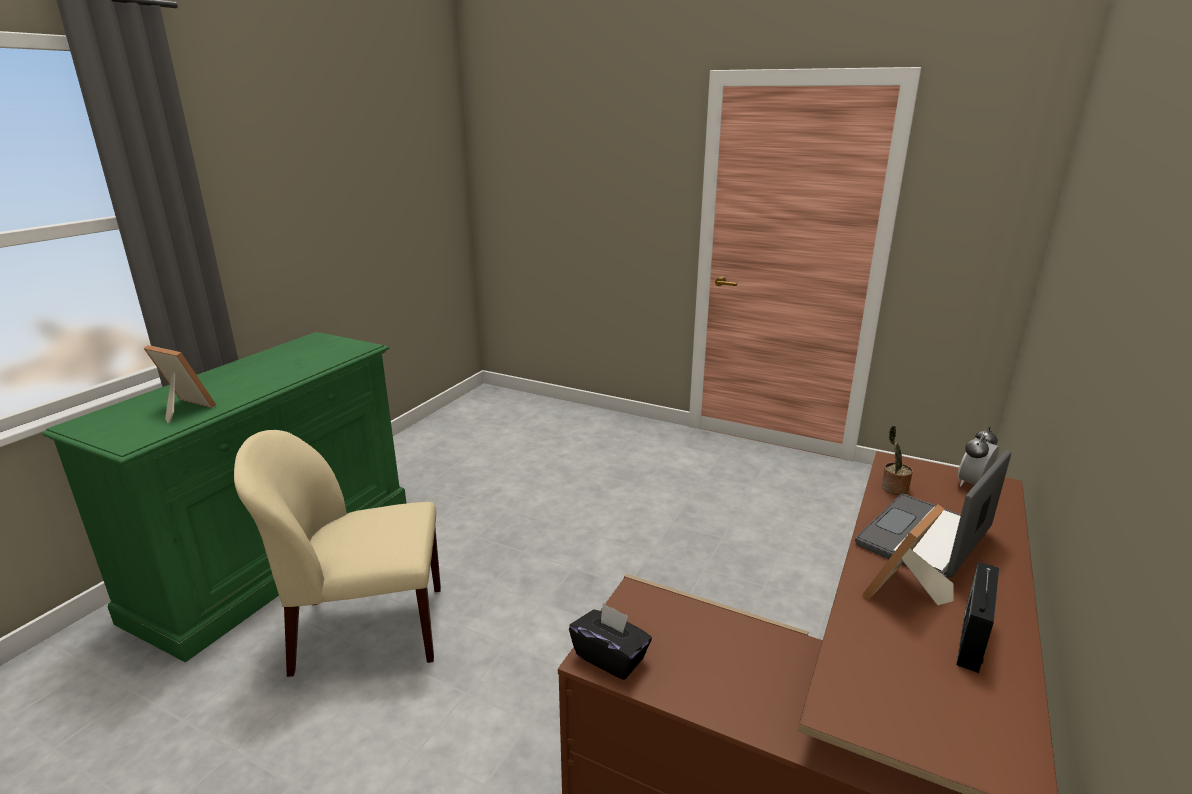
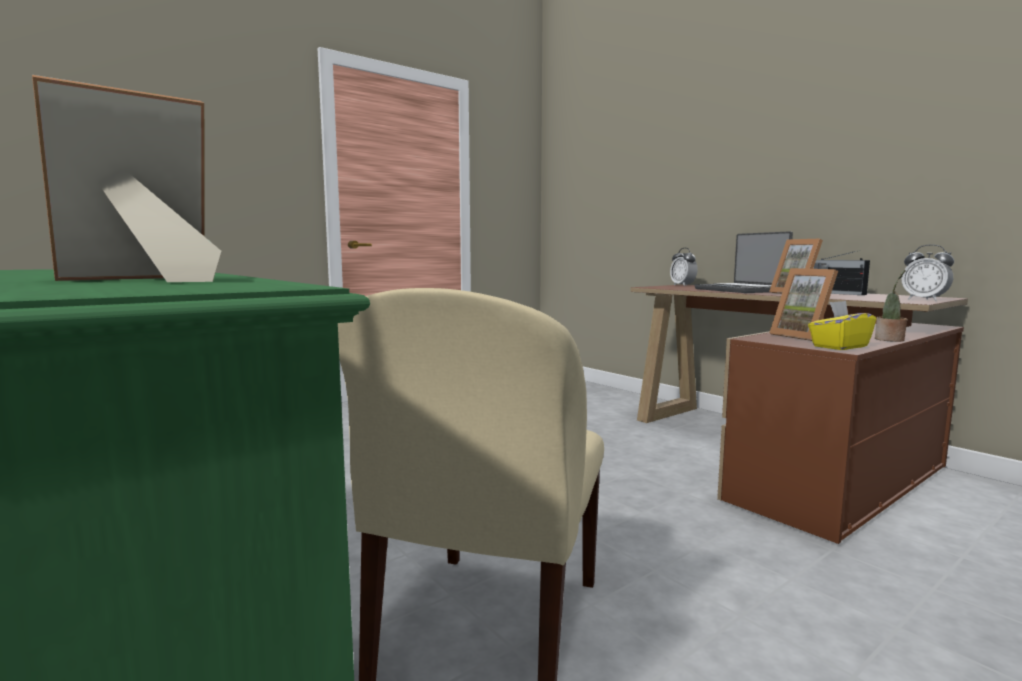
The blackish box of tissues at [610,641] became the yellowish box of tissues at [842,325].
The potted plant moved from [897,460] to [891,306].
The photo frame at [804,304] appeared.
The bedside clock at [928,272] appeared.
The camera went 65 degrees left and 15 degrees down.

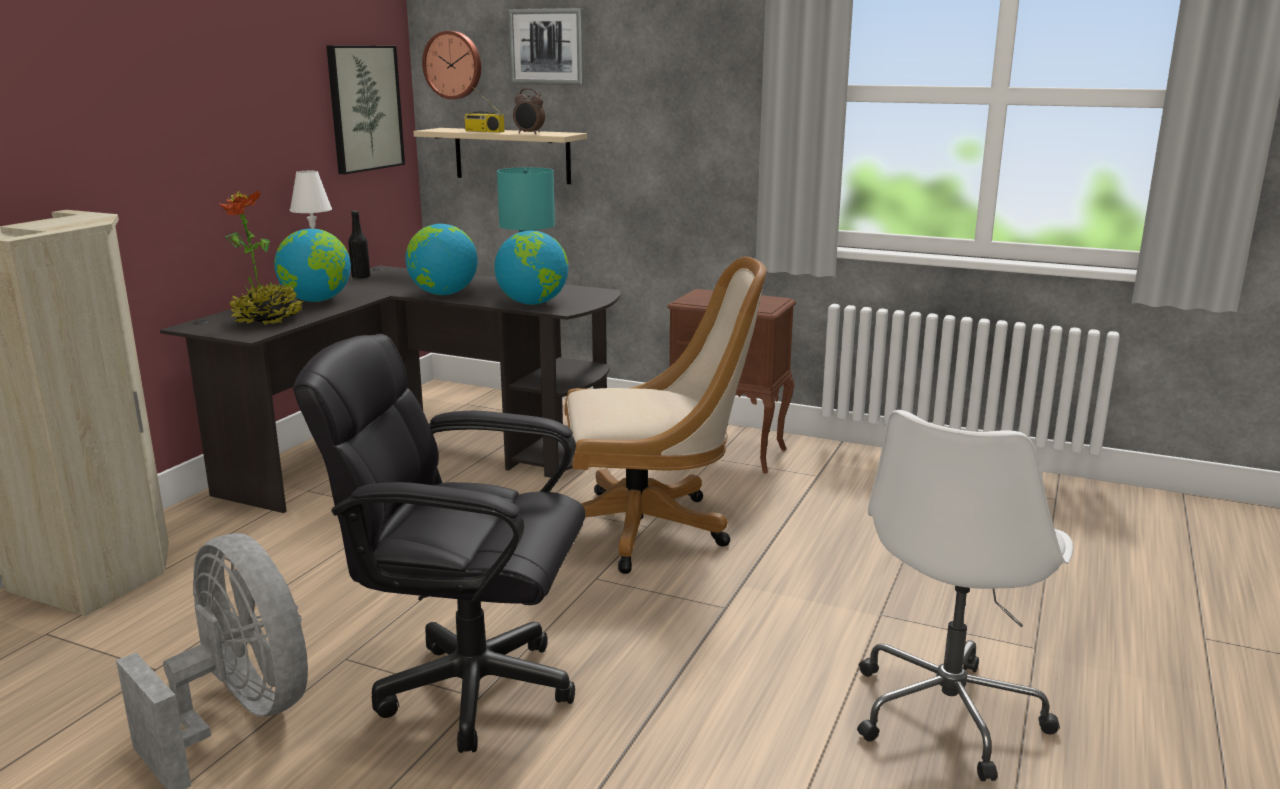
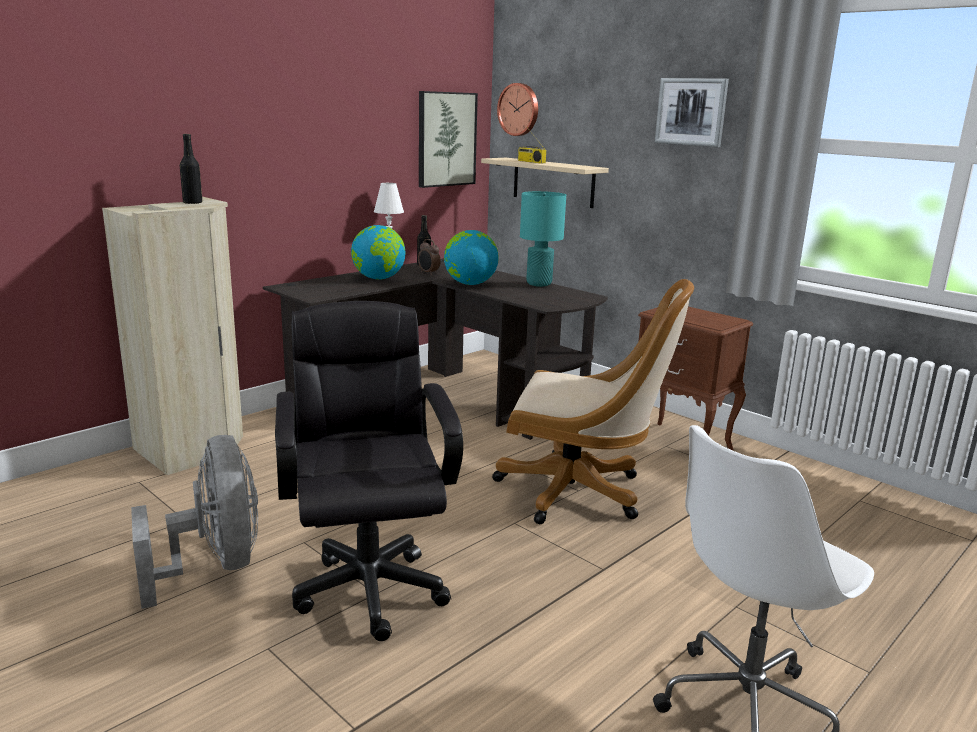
The potted plant at [261,257] disappeared.
The blackish desk chair at [439,543] turned 45 degrees clockwise.
The globe at [531,268] disappeared.
The wall art moved from [546,46] to [692,112].
The bedside clock moved from [529,111] to [429,257].
The blackish drink bottle at [191,169] appeared.
The camera went 20 degrees right and 0 degrees up.

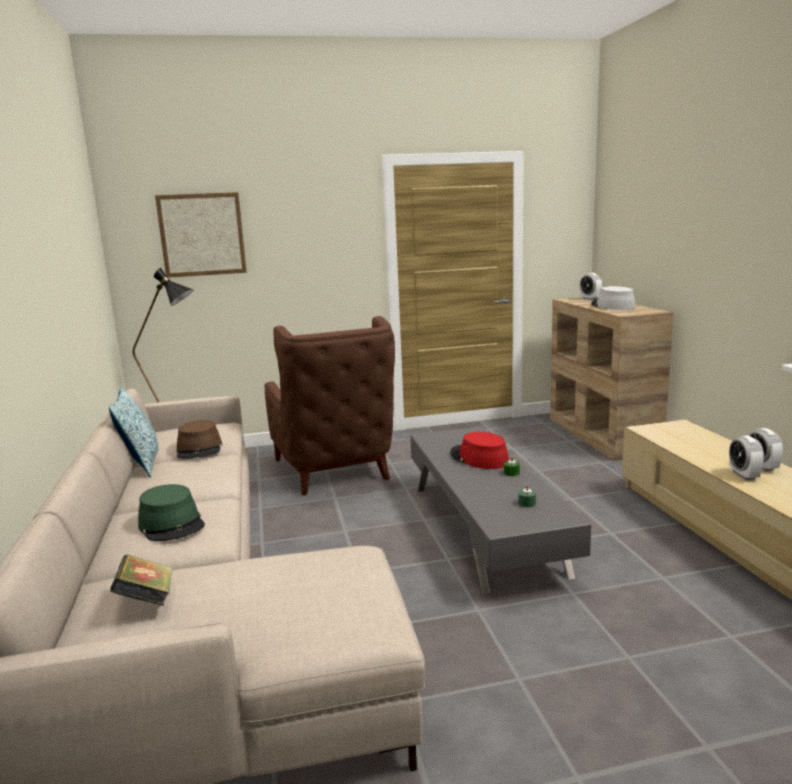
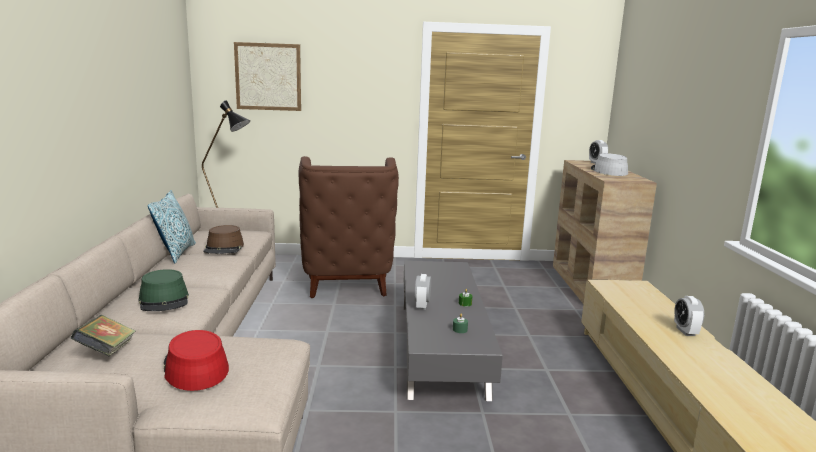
The red hat moved from [479,450] to [196,360].
The bedside clock moved from [746,457] to [423,292].
The camera went 10 degrees right and 0 degrees up.

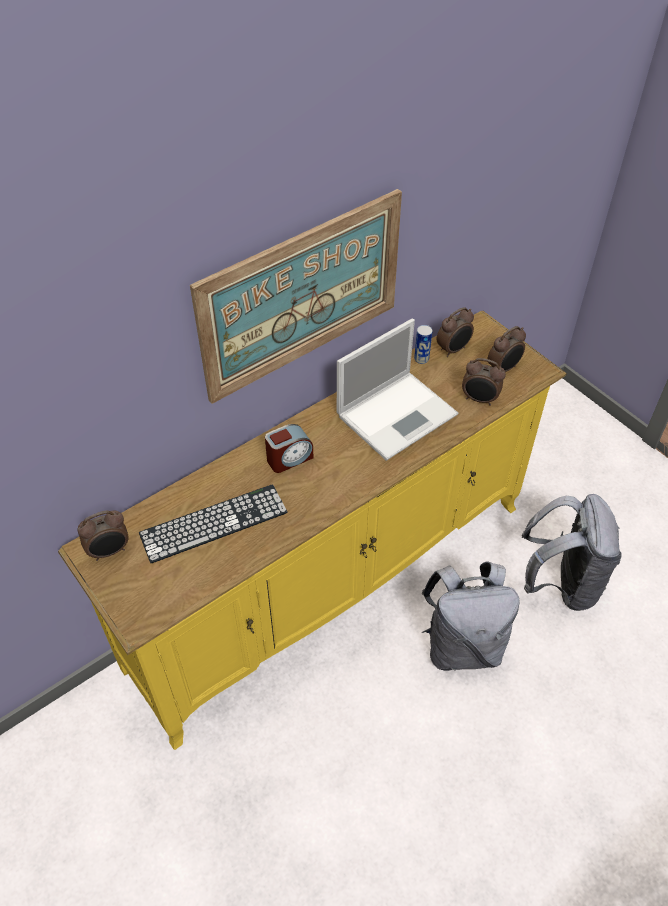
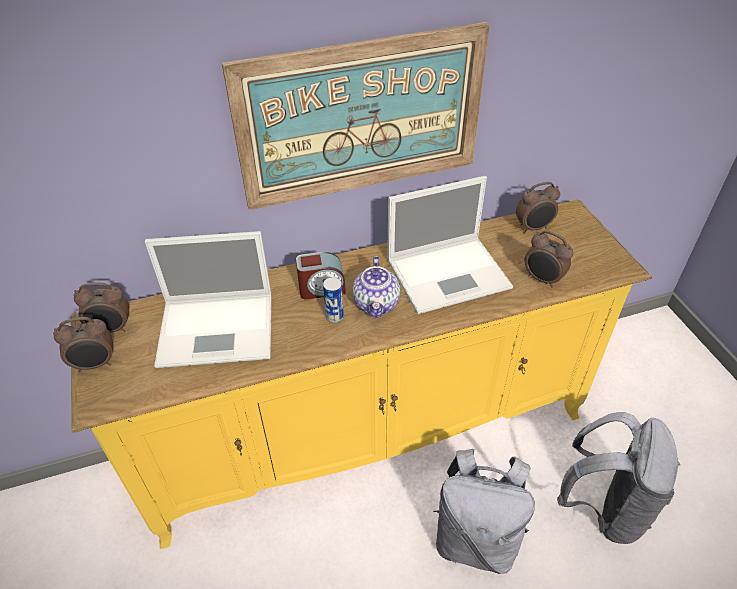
The computer keyboard at [213,523] was replaced by the notebook computer at [208,299].
The metal can moved from [423,344] to [333,300].
The bedside clock moved from [507,349] to [83,345].
The pot for tea at [376,287] appeared.
The camera went 20 degrees right and 5 degrees down.

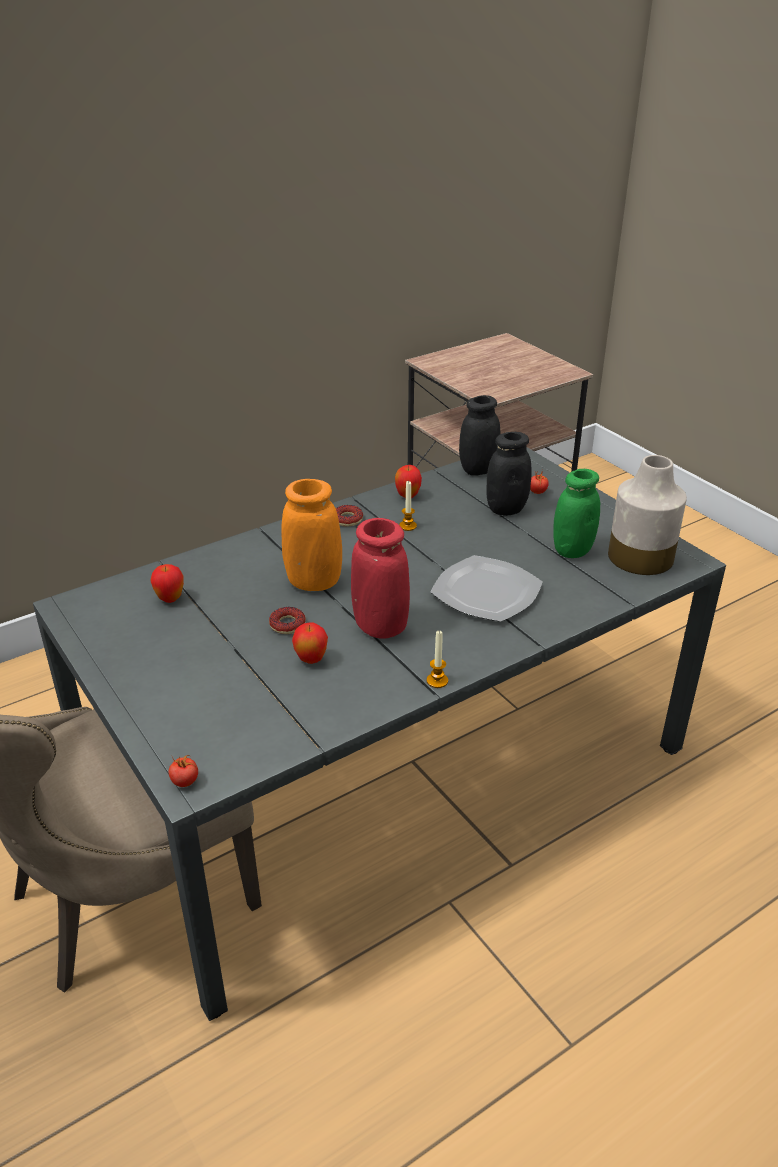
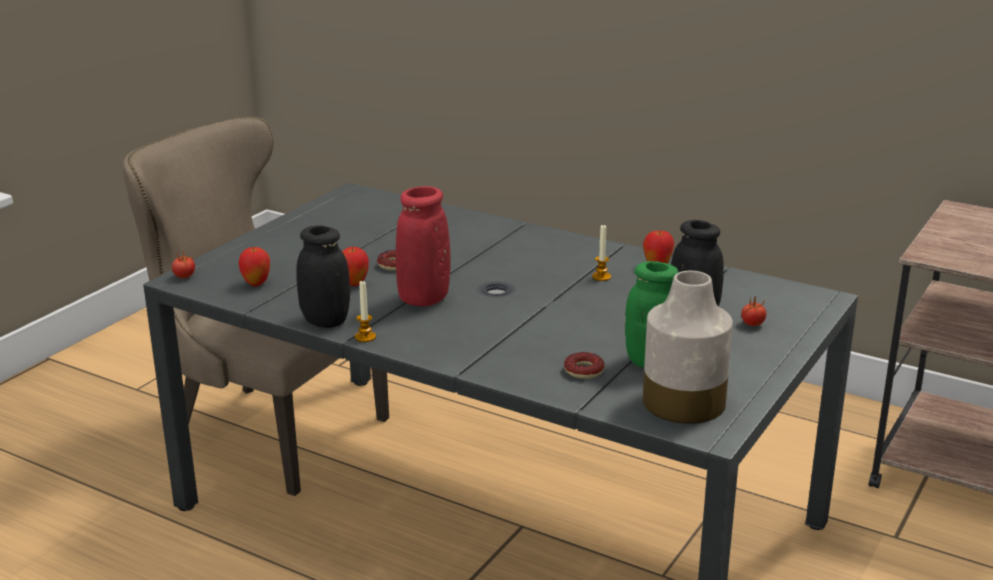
The apple fruit moved from [167,583] to [254,266].
The orangey decorative vase at [312,535] disappeared.
The doughnut moved from [349,515] to [584,365].
The flat dish at [486,588] disappeared.
The blackish jar moved from [479,435] to [323,277].
The camera went 65 degrees right and 10 degrees down.

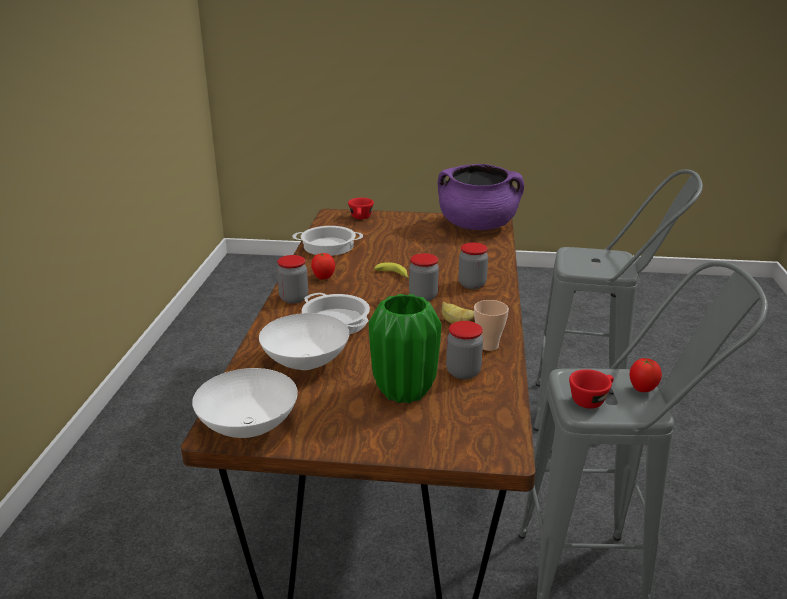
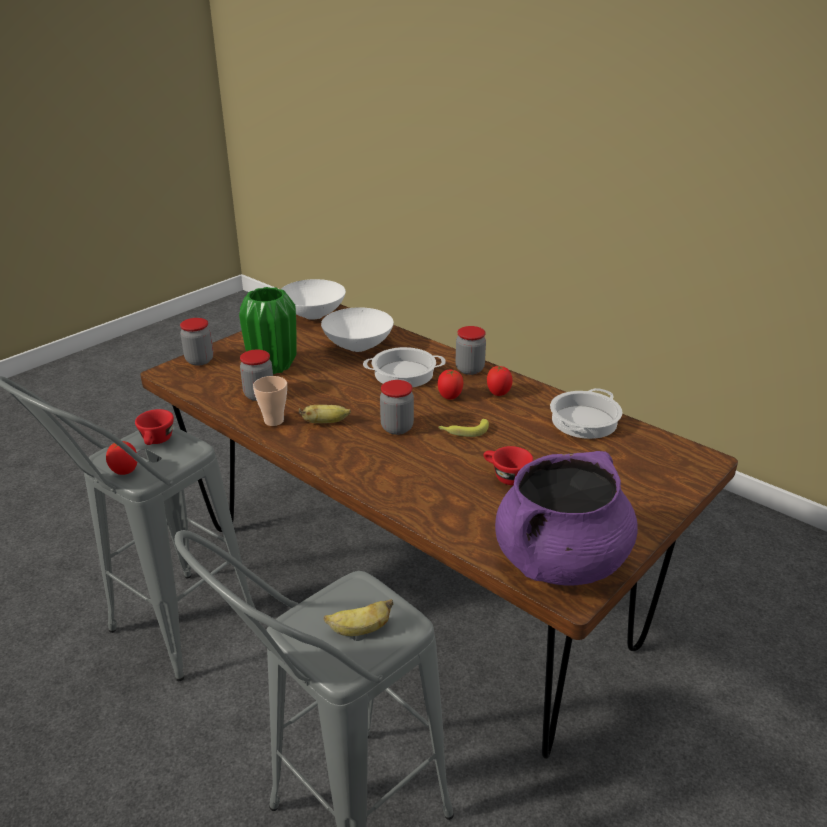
The red small cup moved from [361,208] to [508,465].
The jar moved from [473,265] to [197,342].
The banana at [358,617] appeared.
The fresh tomato at [450,385] appeared.
The camera went 125 degrees right and 5 degrees up.

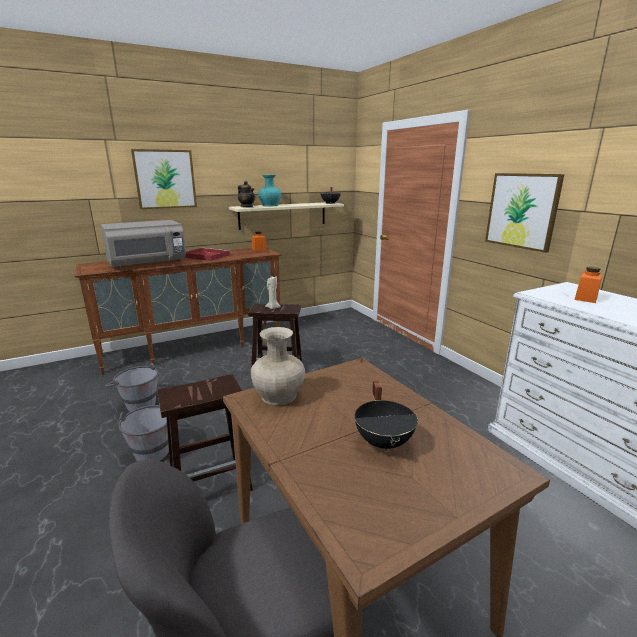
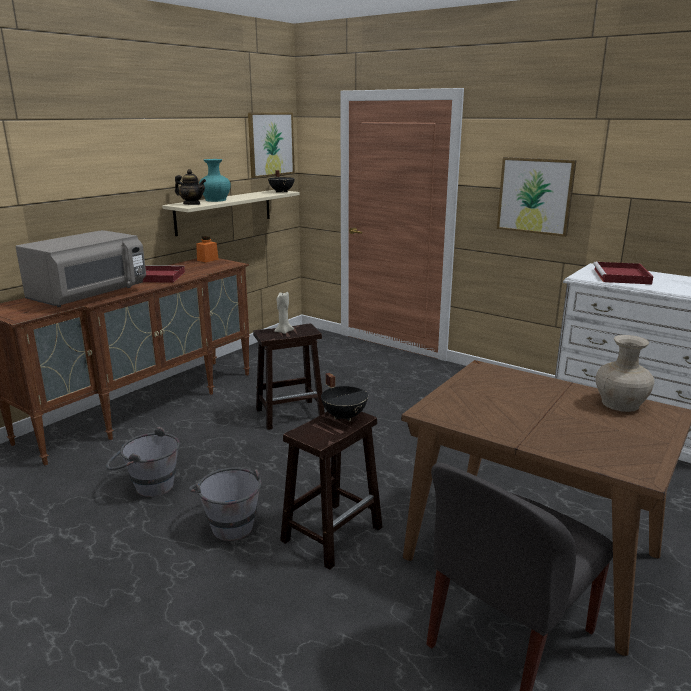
The wall art moved from [164,179] to [271,145].
The beige-coloured decorative vase moved from [278,366] to [625,373].
The blackish stockpot moved from [386,416] to [344,397].
The orangey jar at [588,284] was replaced by the red tray at [623,273].
The camera went 25 degrees left and 0 degrees up.

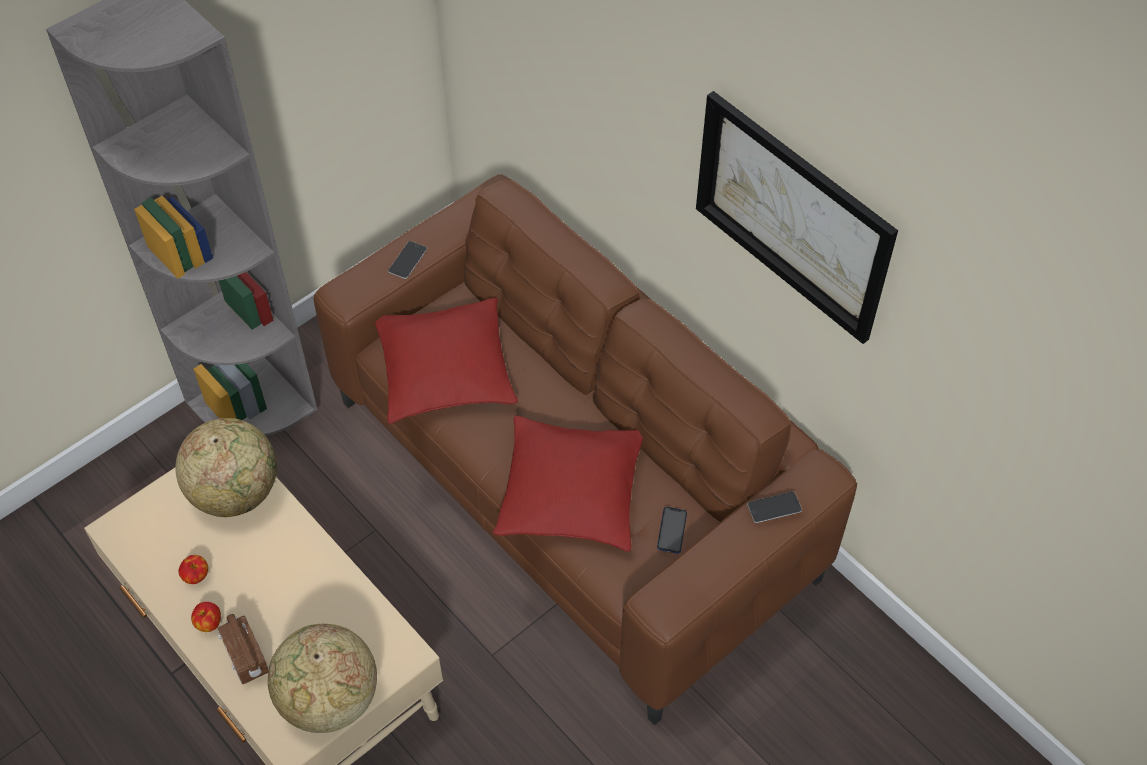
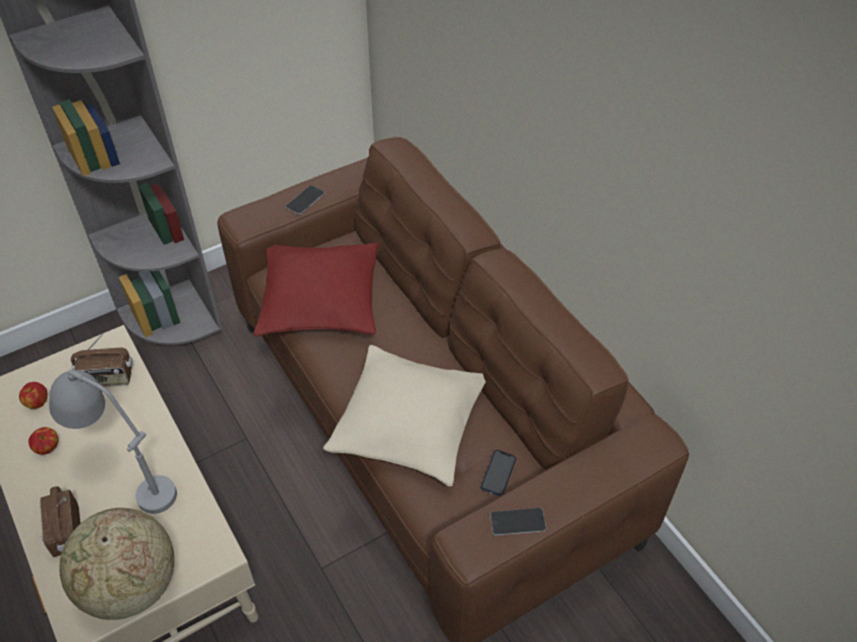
The globe at [226,467] was replaced by the radio set at [102,360].
The apple fruit moved from [206,617] to [33,395].
The red pillow at [568,484] became the beige-coloured pillow at [404,415].
The wall art at [797,217] disappeared.
The phone moved from [774,507] to [518,522].
The gray tabletop lamp at [113,441] appeared.
The camera went 10 degrees right and 5 degrees down.

